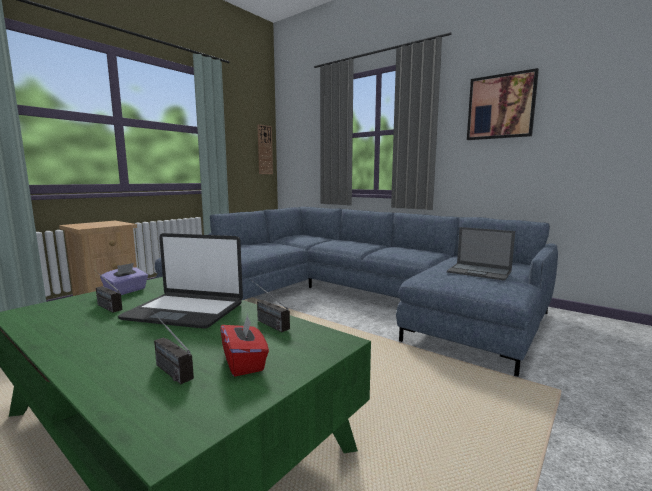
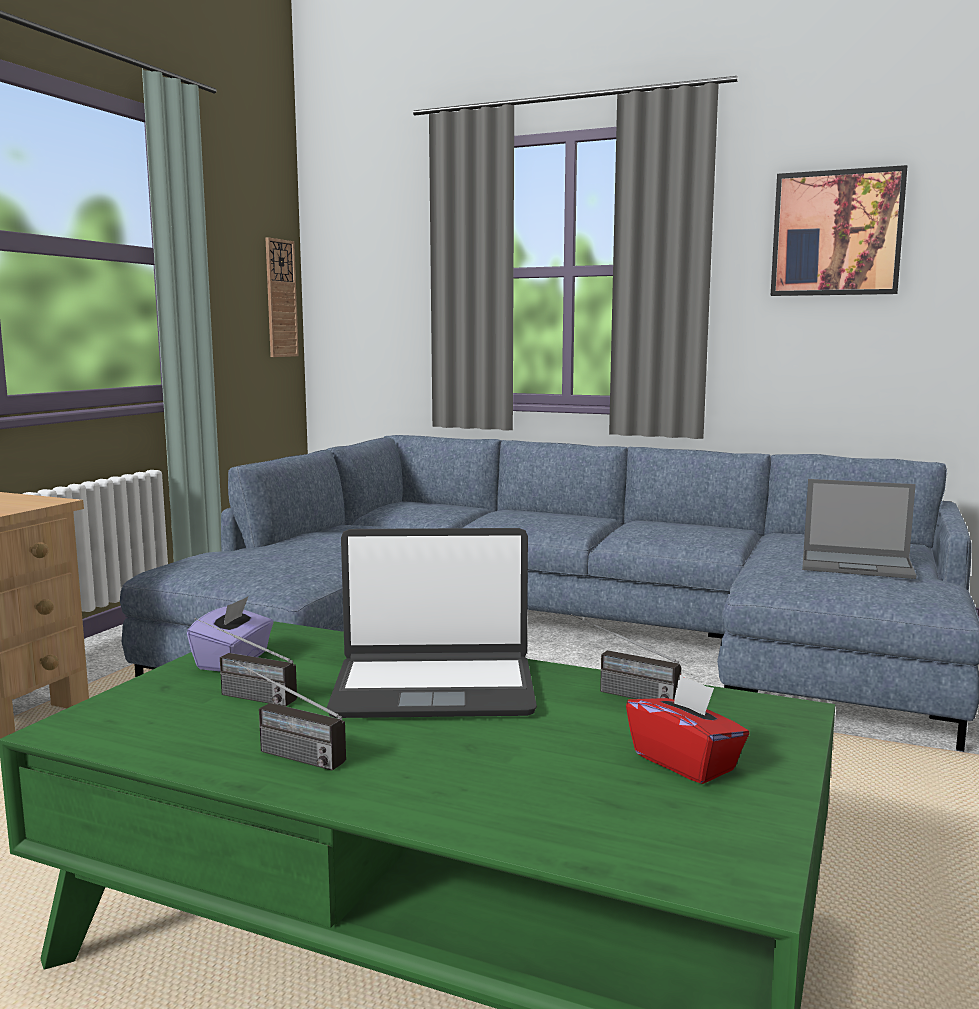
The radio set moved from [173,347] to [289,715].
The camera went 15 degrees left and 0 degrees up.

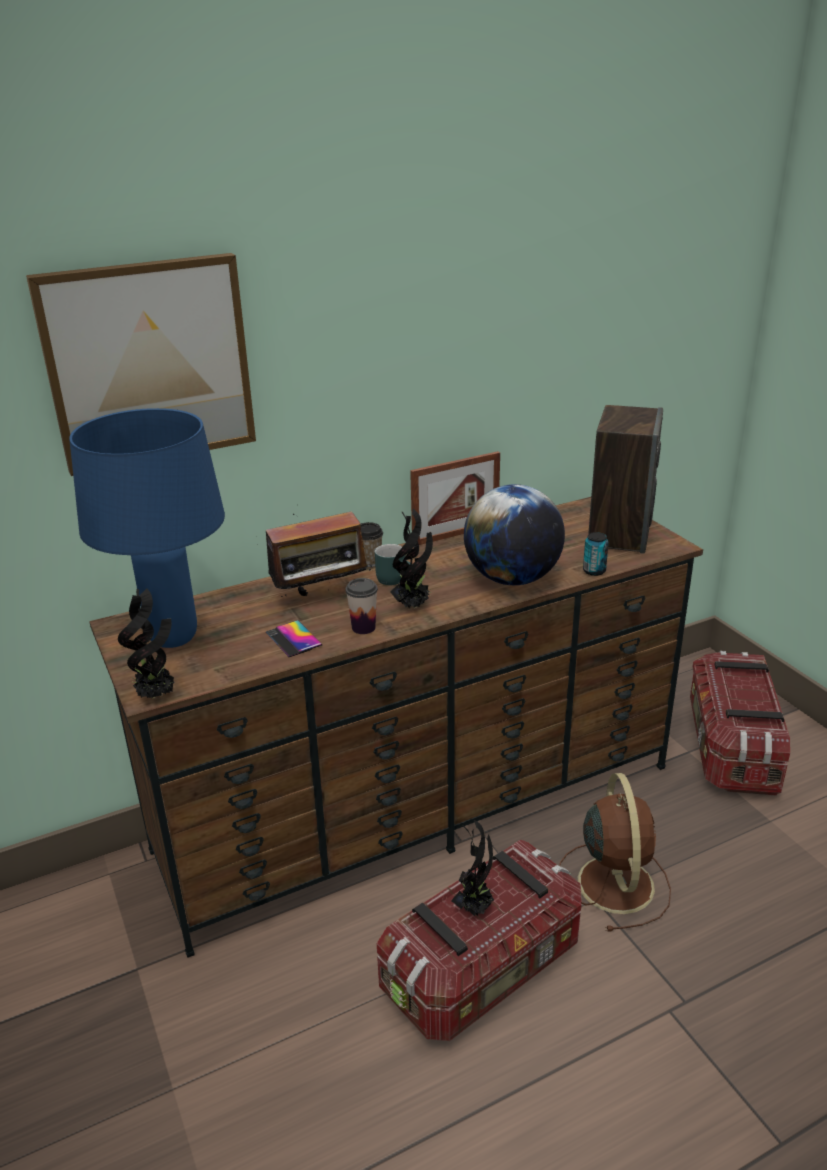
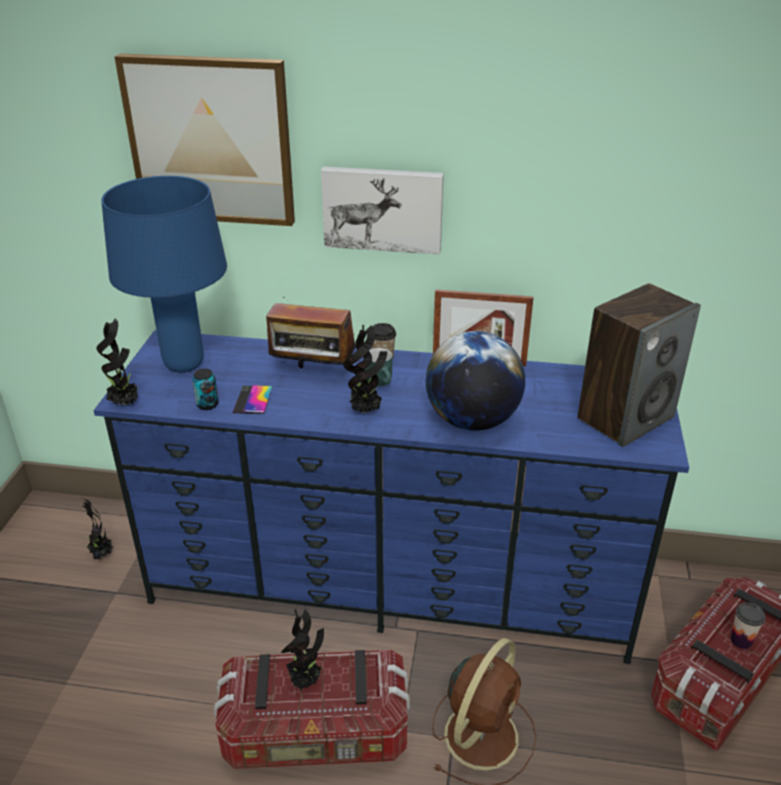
The brown drawer chest at [396,727] became the blue-coloured drawer chest at [391,497].
The small cup moved from [362,606] to [748,626].
The metal can moved from [596,554] to [205,389].
The potted plant at [96,528] appeared.
The wall art at [382,210] appeared.
The camera went 35 degrees right and 5 degrees up.

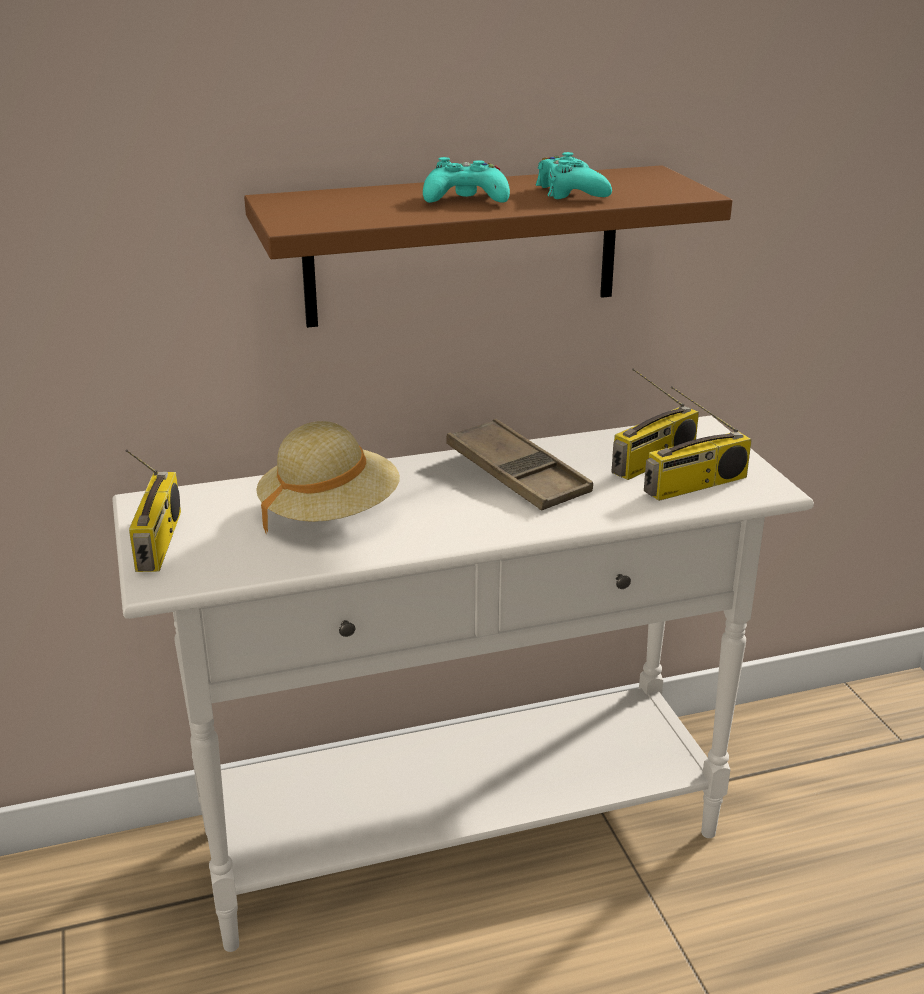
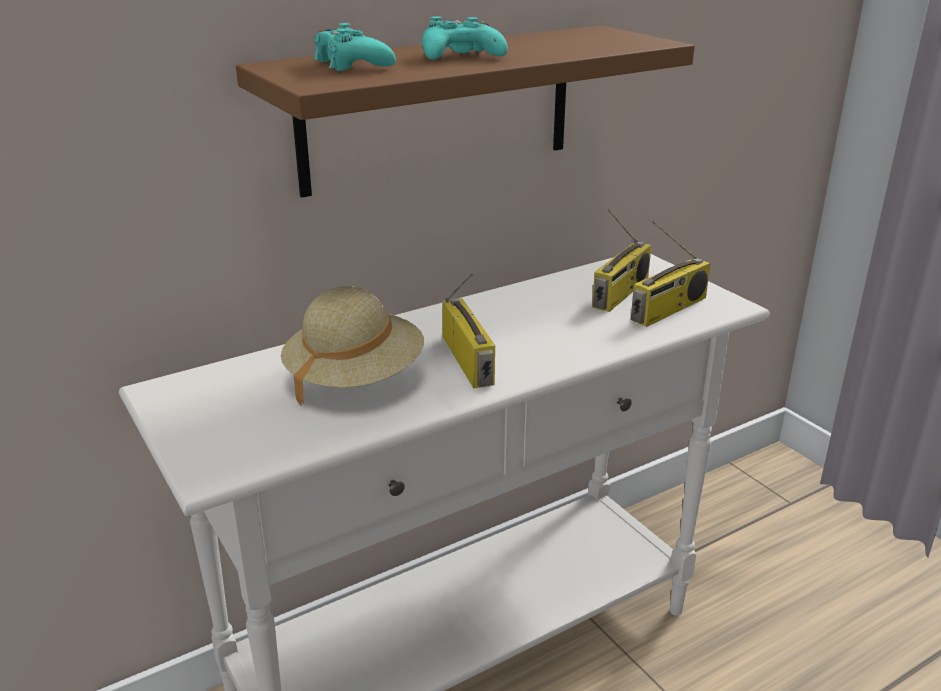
The radio set moved from [153,511] to [468,330].
The brown tray at [519,465] disappeared.
The turquoise joypad moved from [573,175] to [355,47].
The camera went 15 degrees left and 0 degrees up.

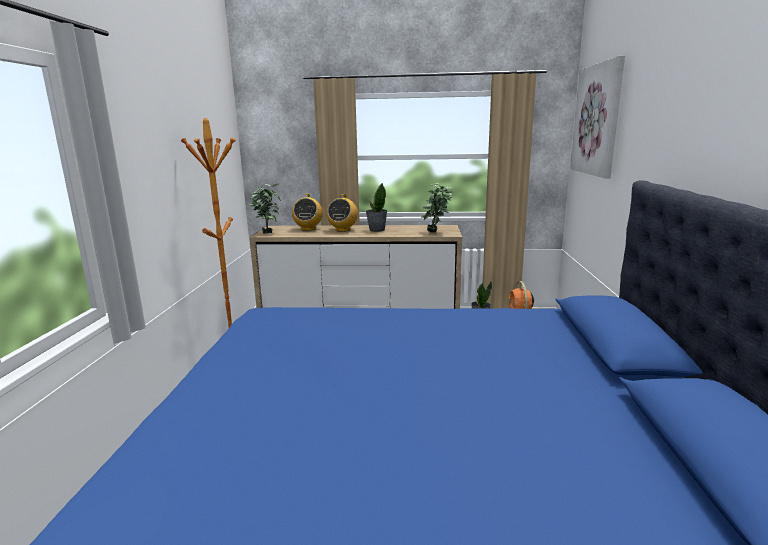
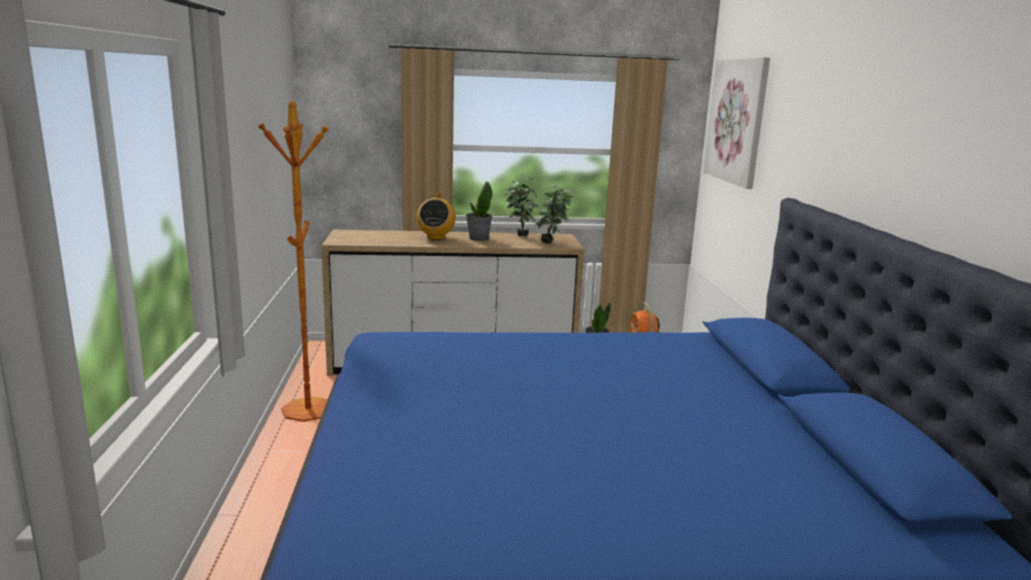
The potted plant moved from [265,208] to [522,206].
The radio set at [307,212] disappeared.
The camera went 10 degrees left and 0 degrees up.

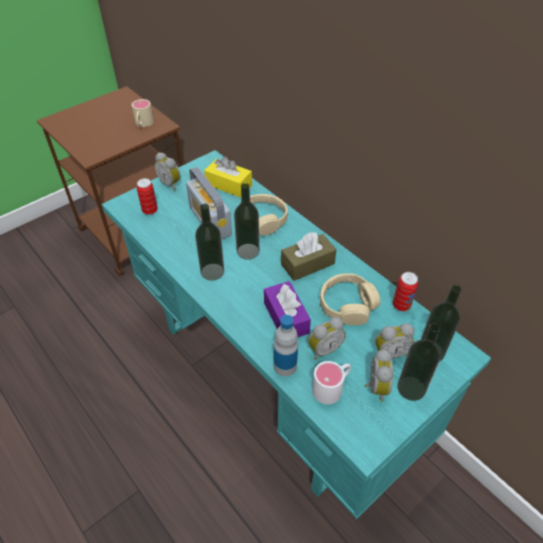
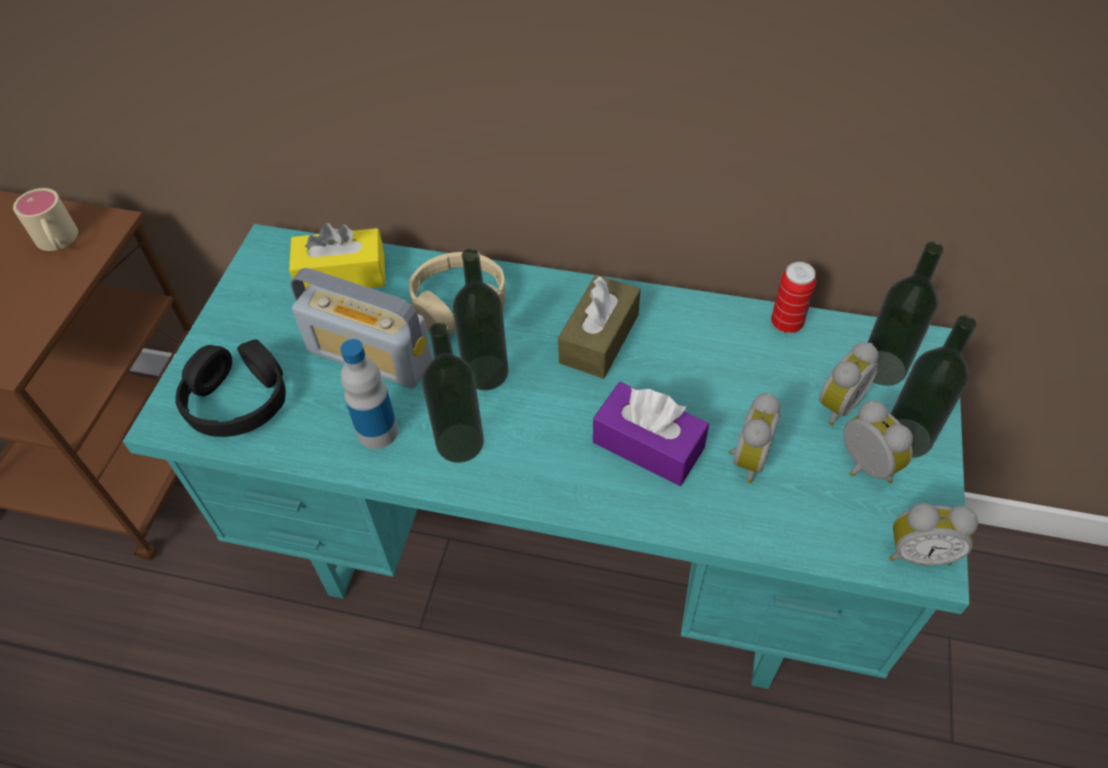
The metal can at [147,196] was replaced by the blackish headphones at [230,388].
The bedside clock moved from [167,172] to [933,534].
The drink bottle moved from [286,345] to [369,394].
The whitish coffee mug at [331,382] disappeared.
The beige-coloured headphones at [350,299] disappeared.
The camera went 35 degrees left and 5 degrees up.

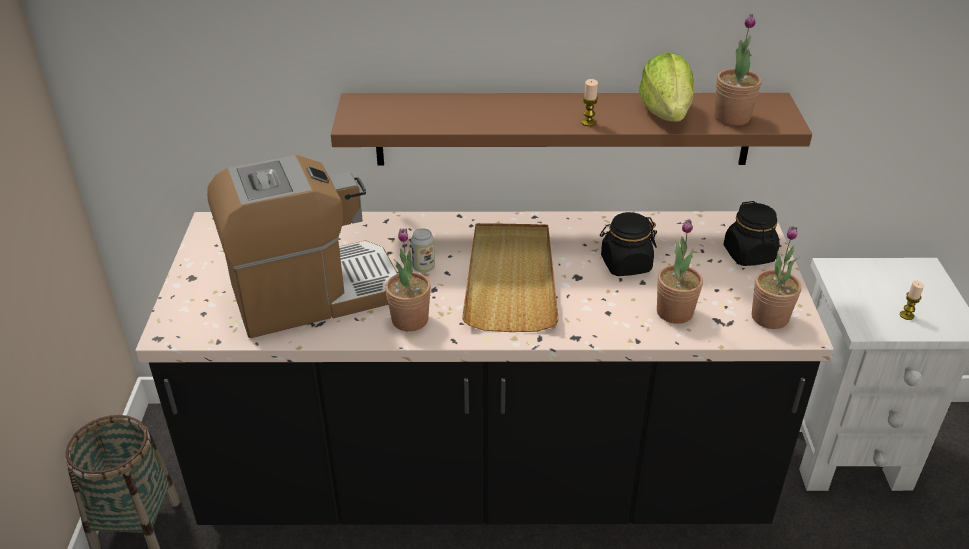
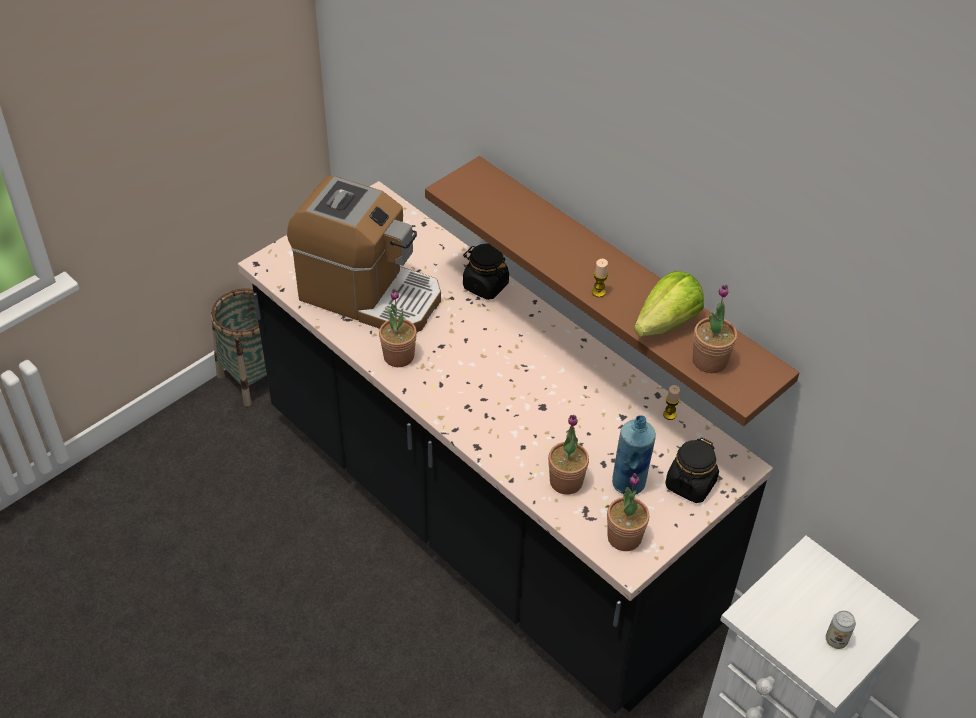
The metal can moved from [423,251] to [841,630].
The beige-coloured tray at [510,277] disappeared.
The blackish jar moved from [628,244] to [486,272].
The wax light moved from [912,300] to [671,402].
The blue-coloured drink bottle at [634,455] appeared.
The camera went 45 degrees right and 10 degrees up.

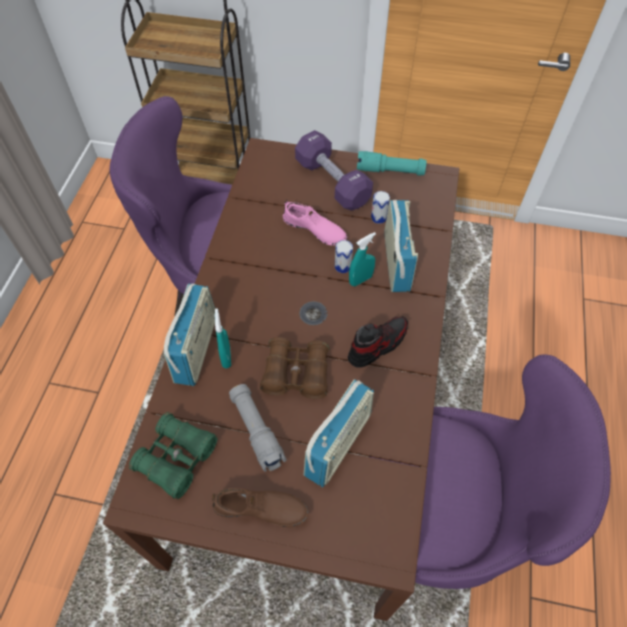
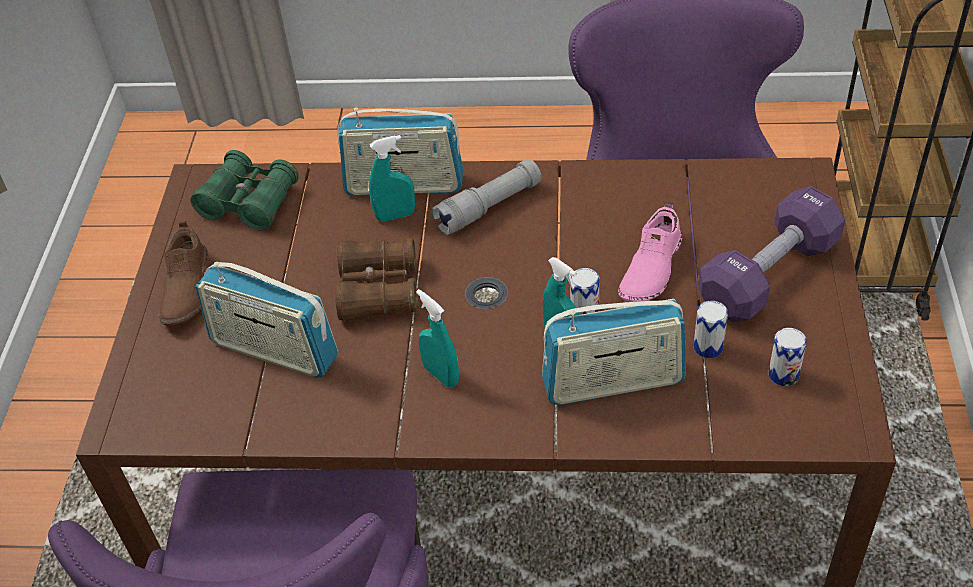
The gray hand torch moved from [258,428] to [487,197].
The low shoe at [378,342] was replaced by the turquoise sprayer at [437,338].
The turquoise hand torch at [392,163] disappeared.
The metal can at [787,357] appeared.
The camera went 85 degrees right and 10 degrees down.

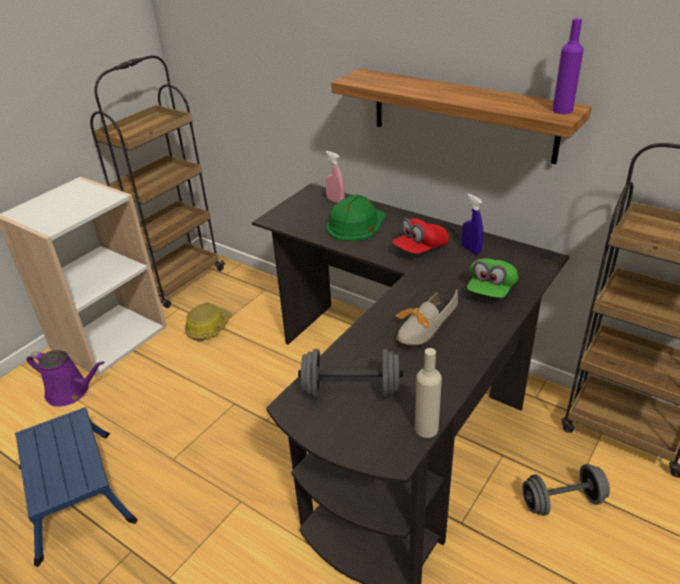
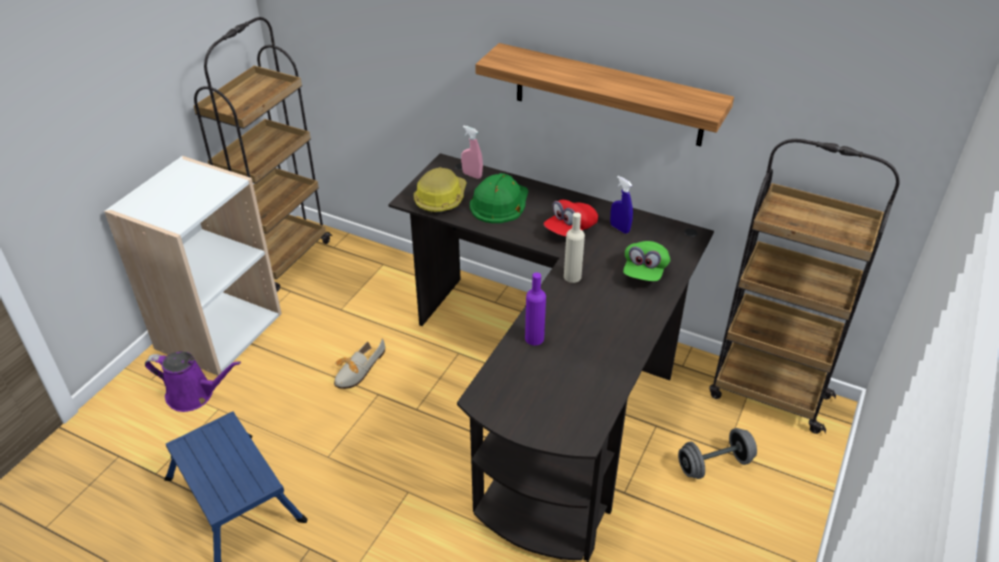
The work helmet moved from [208,322] to [440,190].
The gray free weight at [350,373] disappeared.
The low shoe moved from [427,318] to [359,364].
The beige-coloured drink bottle moved from [428,393] to [574,247].
The purple-coloured drink bottle moved from [568,66] to [535,309].
The camera went 10 degrees left and 5 degrees up.

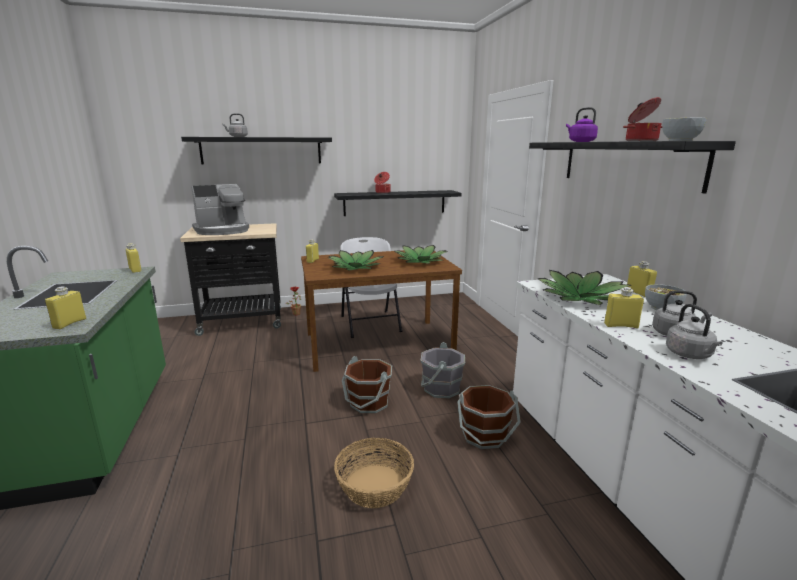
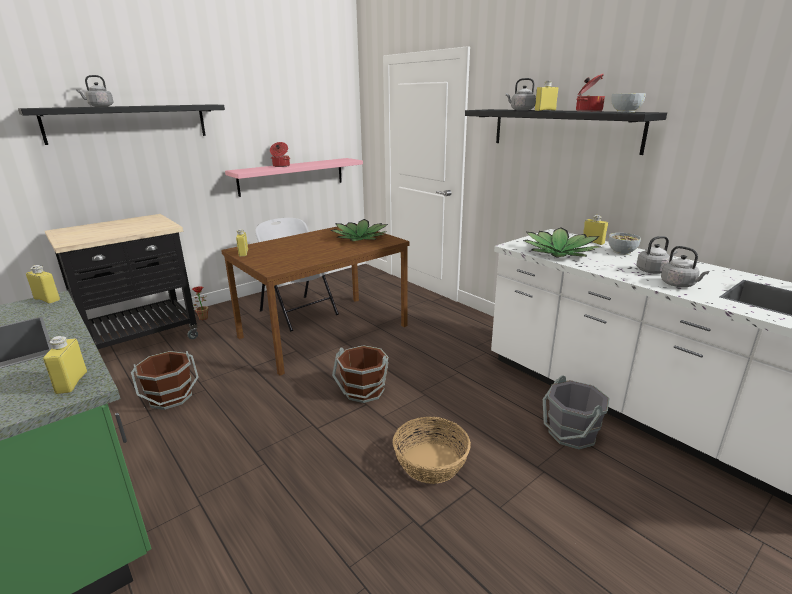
The coffee brewer at [220,209] disappeared.
The potted plant at [356,260] disappeared.
The blackish shelf at [398,203] became the pink-coloured shelf at [294,177].
The gray bucket moved from [443,370] to [576,412].
The brown bucket moved from [489,417] to [165,380].
The purple-coloured water kettle at [582,124] became the gray water kettle at [521,94].
The yellowish drink bottle moved from [624,307] to [546,96].
The camera went 25 degrees left and 5 degrees up.

